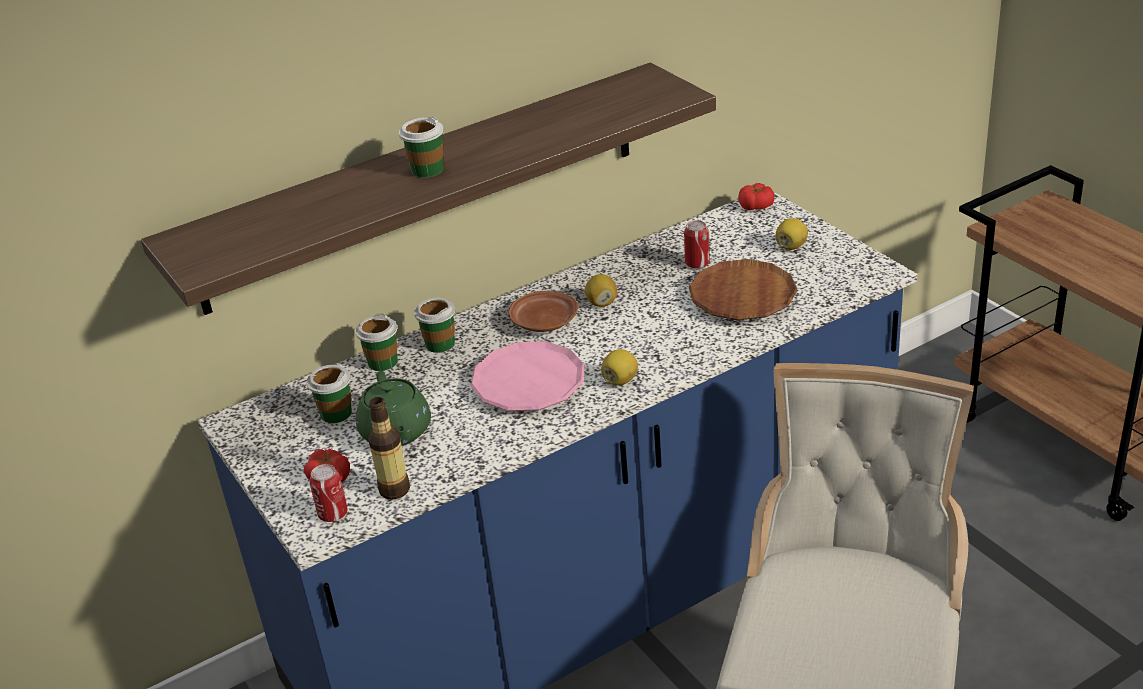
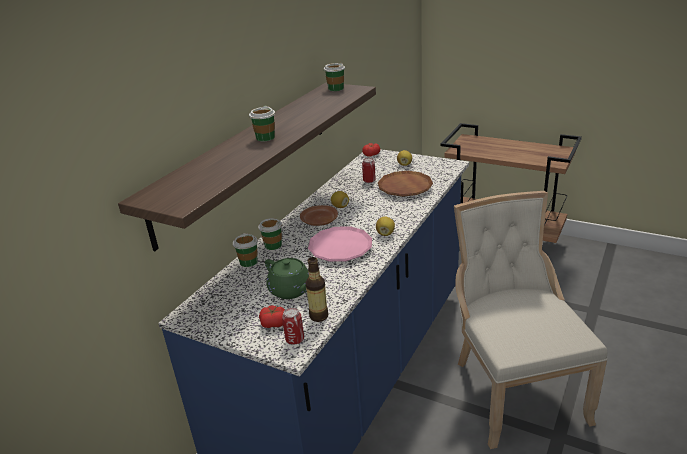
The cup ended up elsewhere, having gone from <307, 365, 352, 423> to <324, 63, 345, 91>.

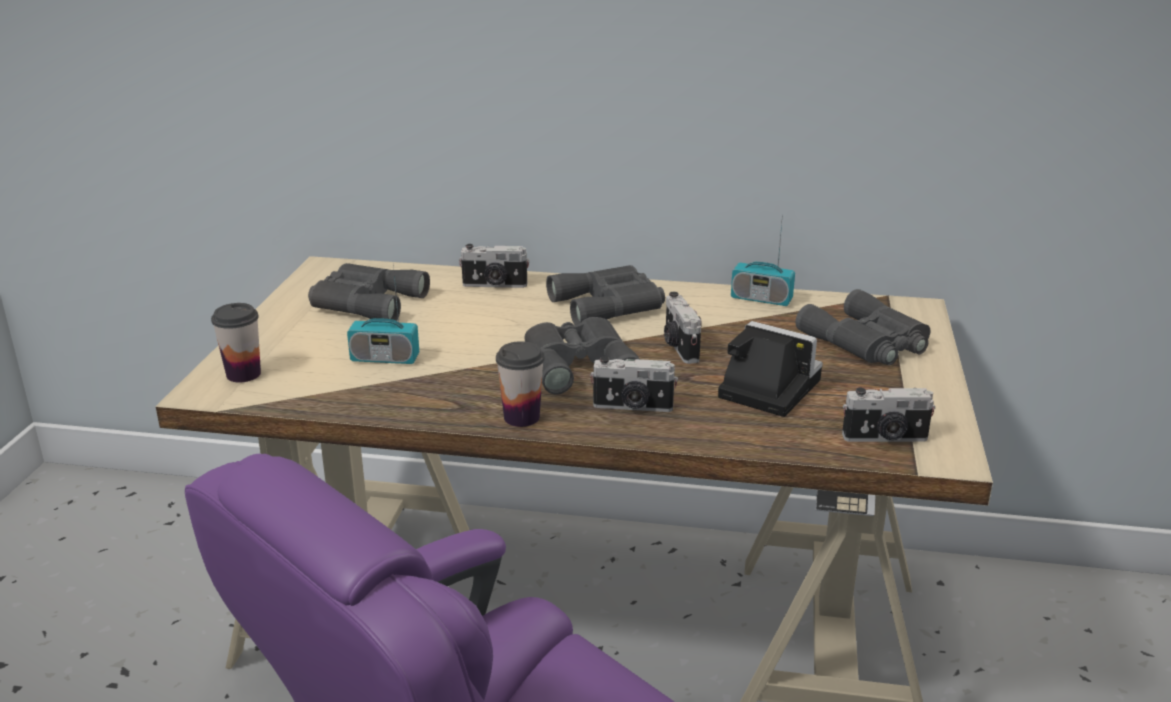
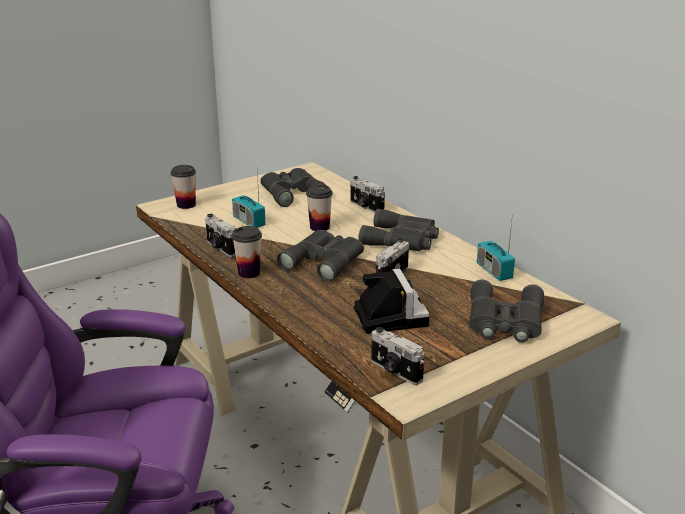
The photo camera ended up elsewhere, having gone from <590, 356, 678, 412> to <205, 214, 236, 257>. The second view gained the cup at <306, 185, 333, 231>.

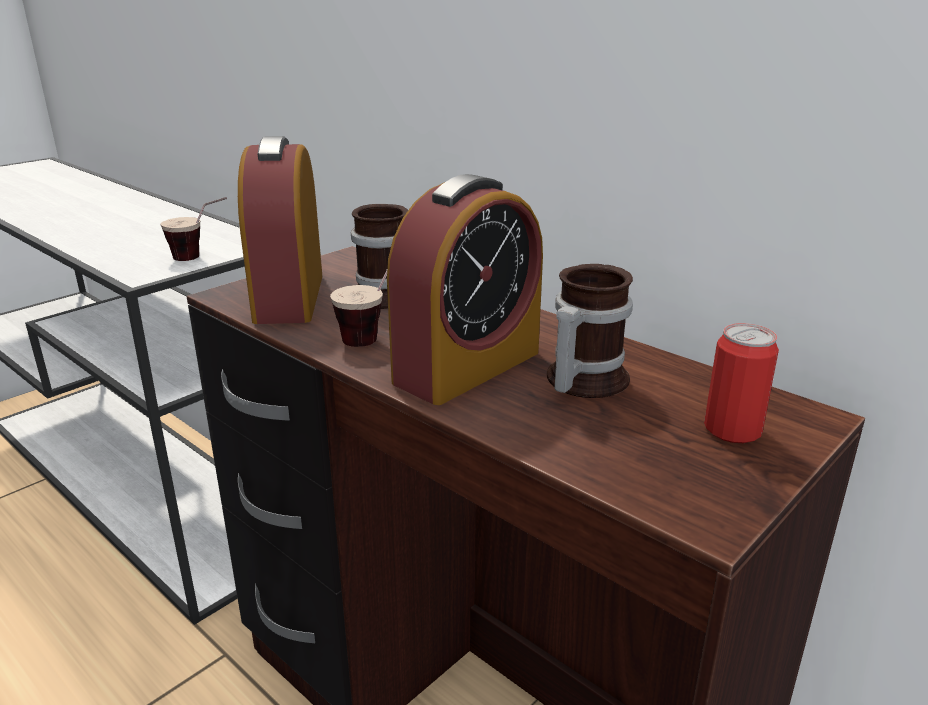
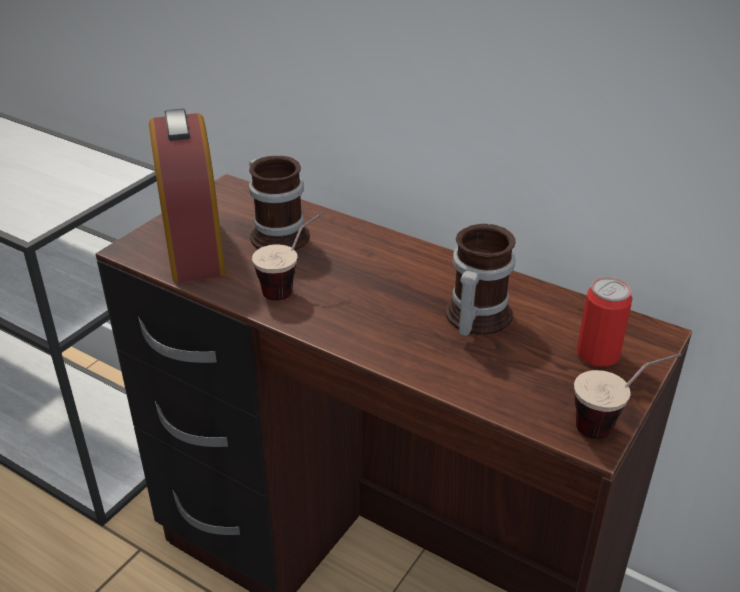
The second view lost the alarm clock at <387, 174, 543, 405>. The cup ended up elsewhere, having gone from <160, 197, 227, 261> to <574, 353, 681, 439>.

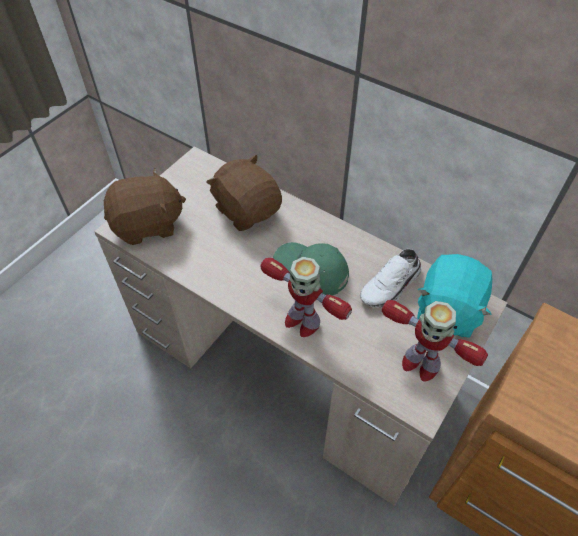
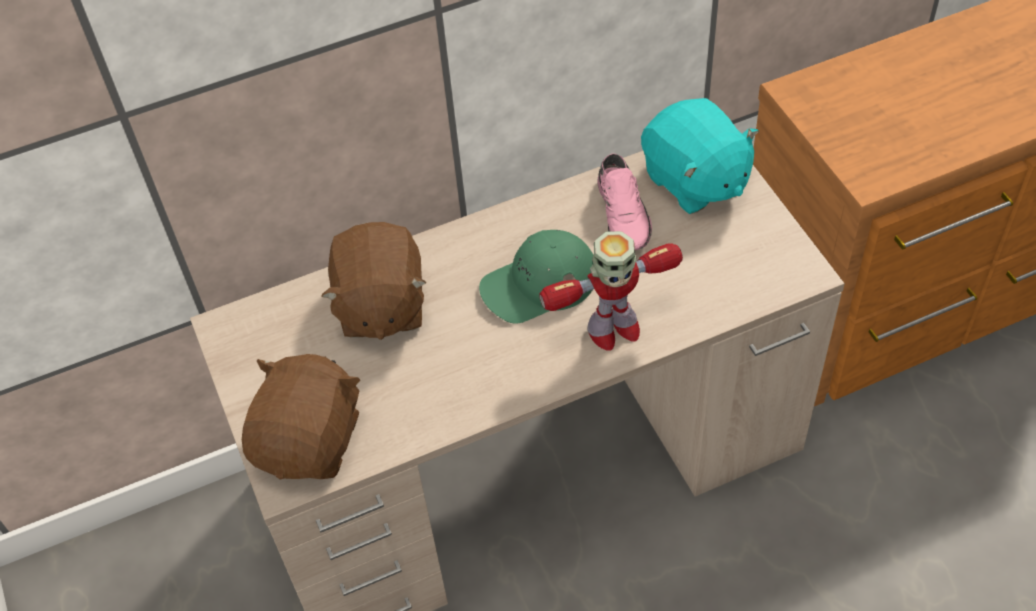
The brown plush toy at <206, 155, 282, 231> ended up facing another way, 90 degrees counterclockwise from before. What was the white shoe at <360, 249, 422, 308> turned into the pink shoe at <597, 154, 652, 250>. The second view lost the toy robot at <382, 300, 488, 382>.

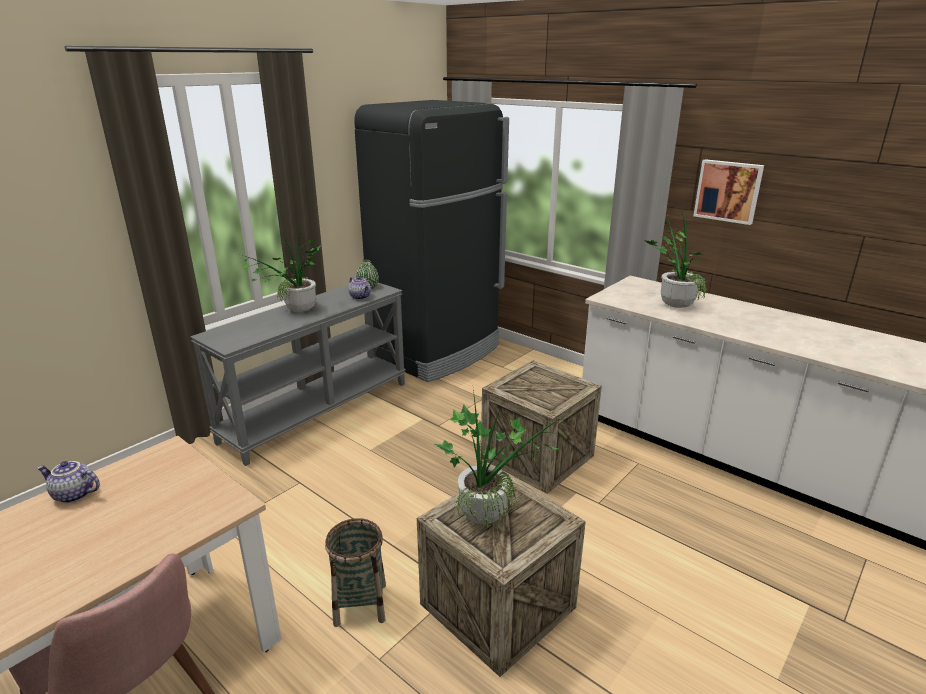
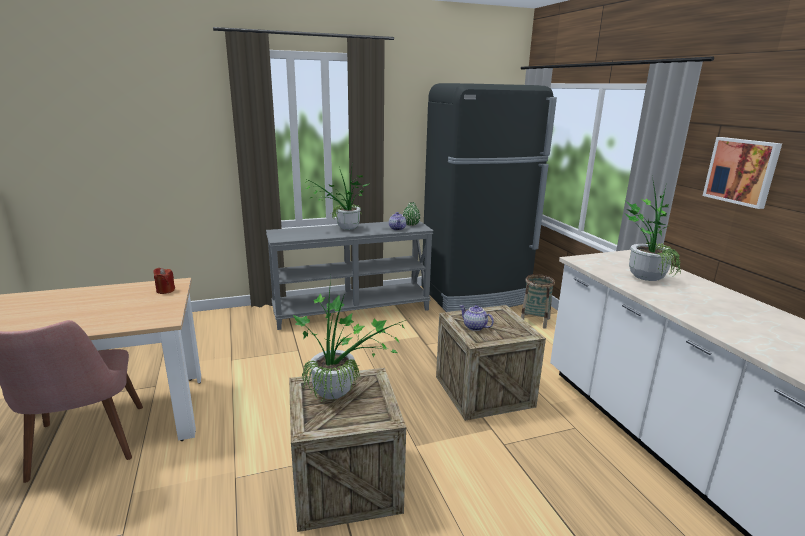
The teapot ended up elsewhere, having gone from <37, 461, 100, 503> to <460, 305, 494, 331>. The basket ended up elsewhere, having gone from <325, 518, 386, 627> to <521, 274, 555, 329>. The second view gained the red candle at <153, 268, 175, 294>.

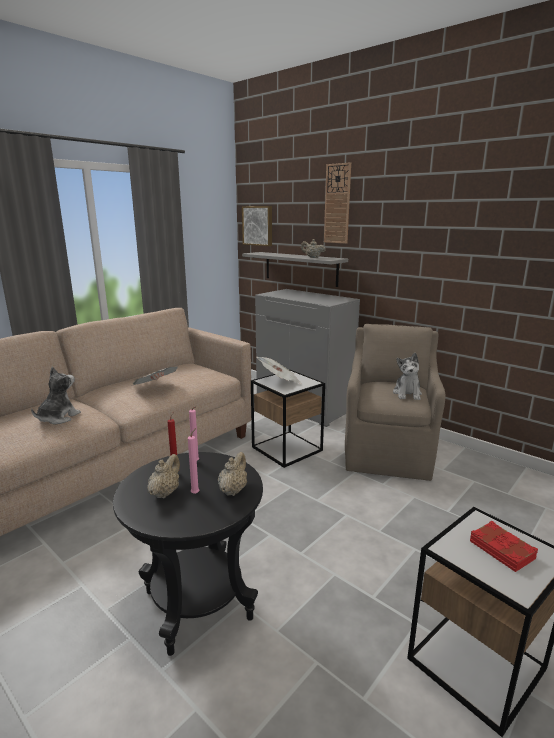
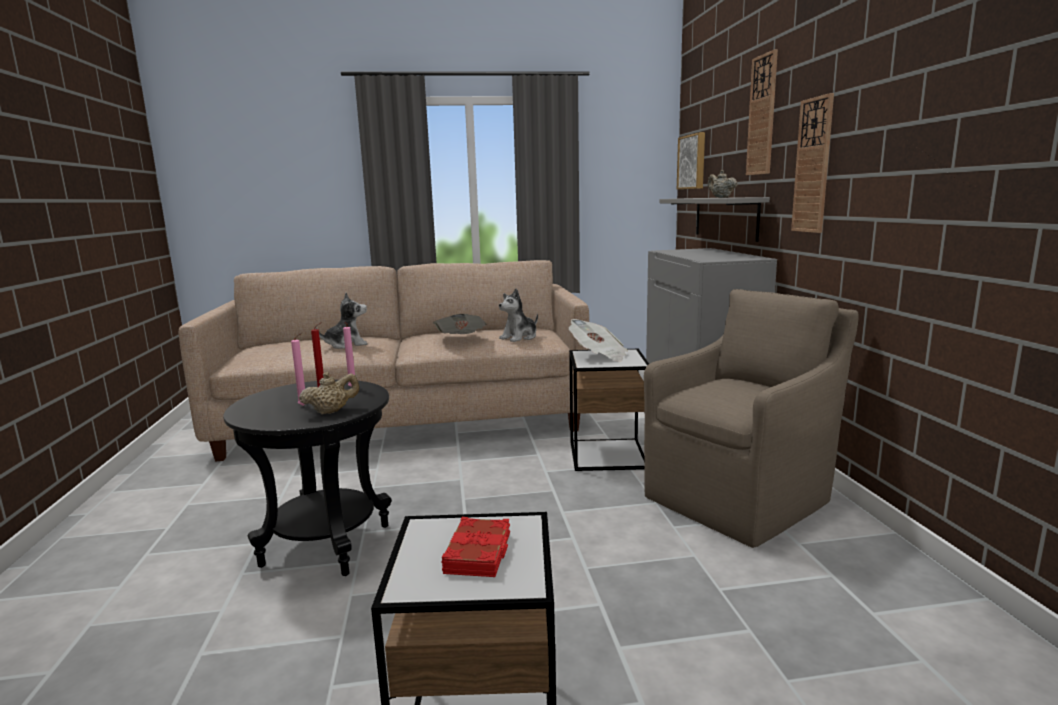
The plush toy ended up elsewhere, having gone from <393, 353, 422, 400> to <499, 288, 538, 342>. The second view lost the beige teapot at <147, 454, 180, 499>. The second view gained the wall clock at <791, 93, 834, 233>.

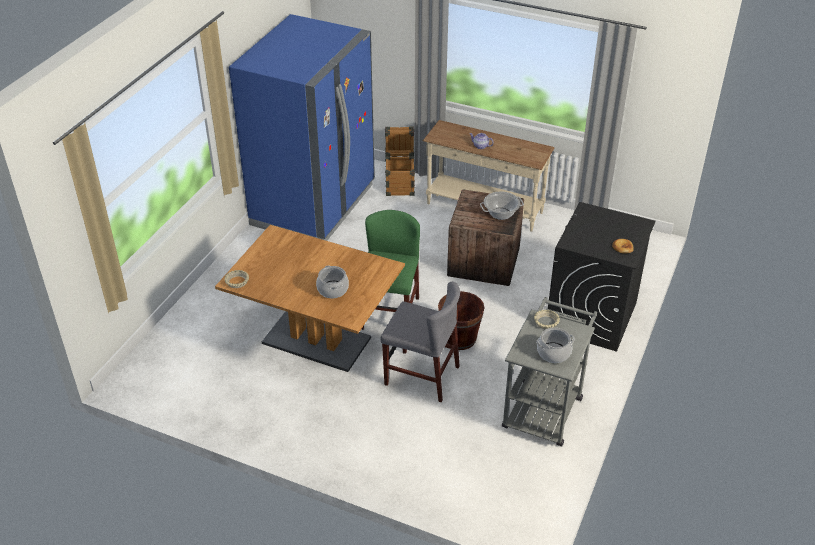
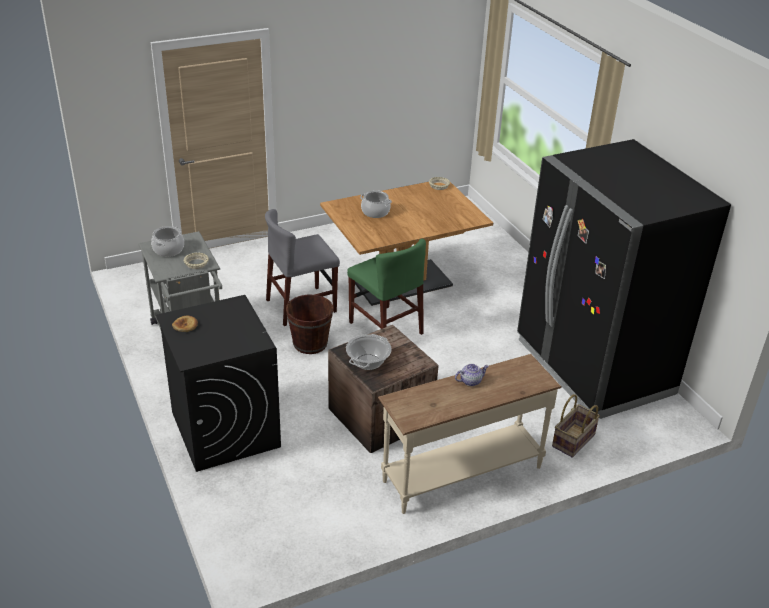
What was the blue fridge at <229, 14, 375, 241> turned into the black fridge at <517, 139, 731, 419>. Where the crate stood at <385, 127, 415, 196>, the basket came to stand at <552, 394, 600, 458>.

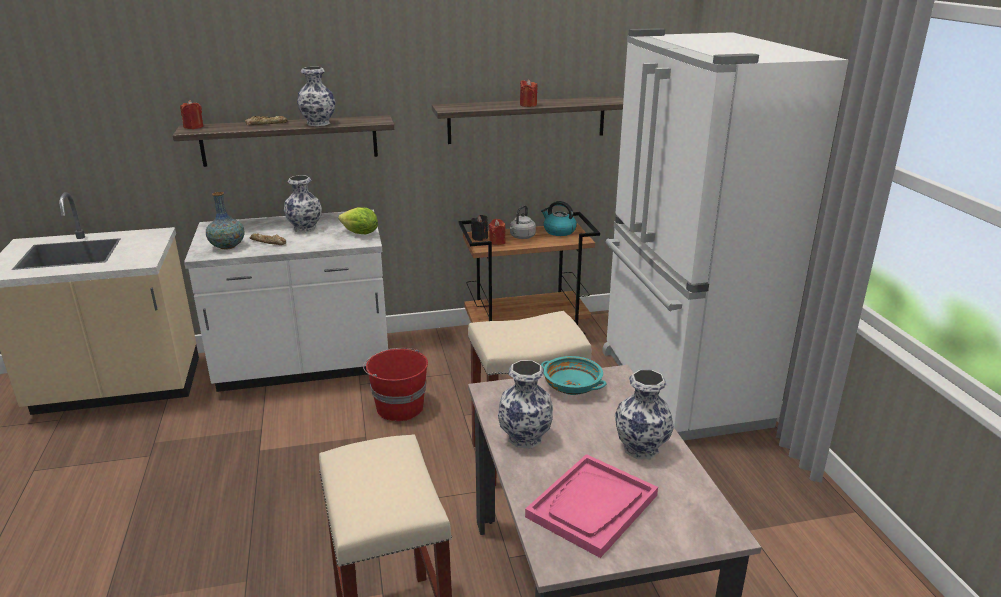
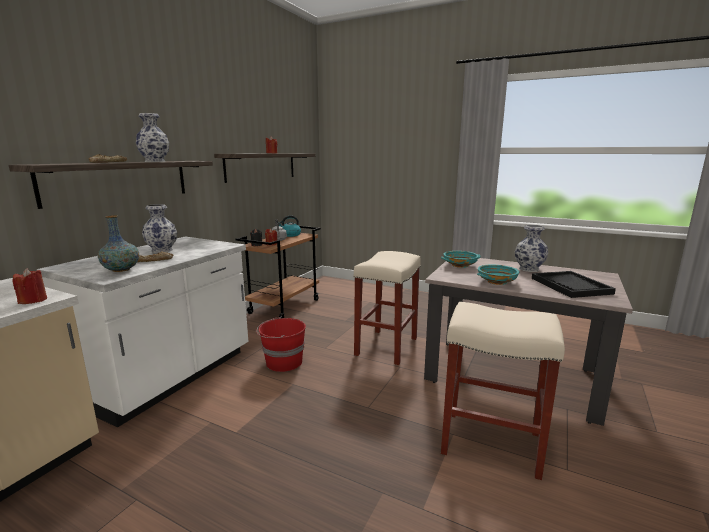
The second view lost the white fridge at <602, 28, 849, 441>. The red candle ended up elsewhere, having gone from <180, 100, 203, 129> to <13, 268, 47, 304>. The second view lost the lettuce at <338, 207, 378, 234>. Where the vase stood at <498, 360, 553, 448>, the turquoise bowl came to stand at <477, 265, 519, 285>. What was the pink tray at <525, 454, 658, 558> turned into the black tray at <532, 271, 616, 298>.

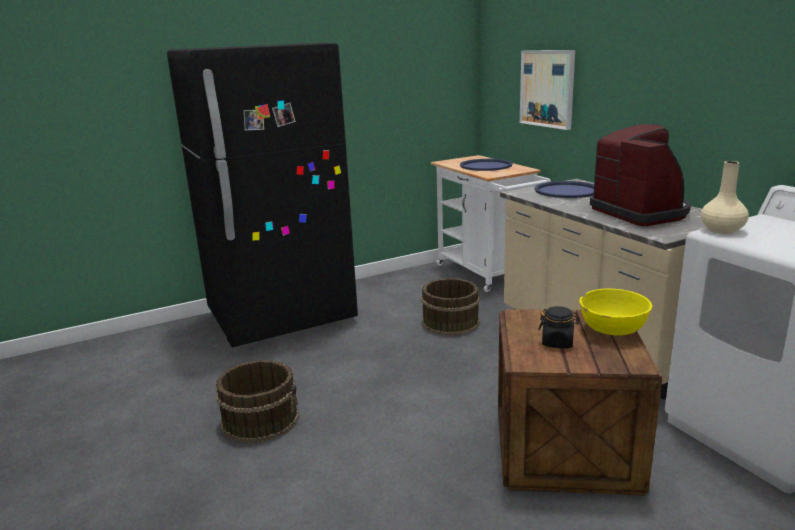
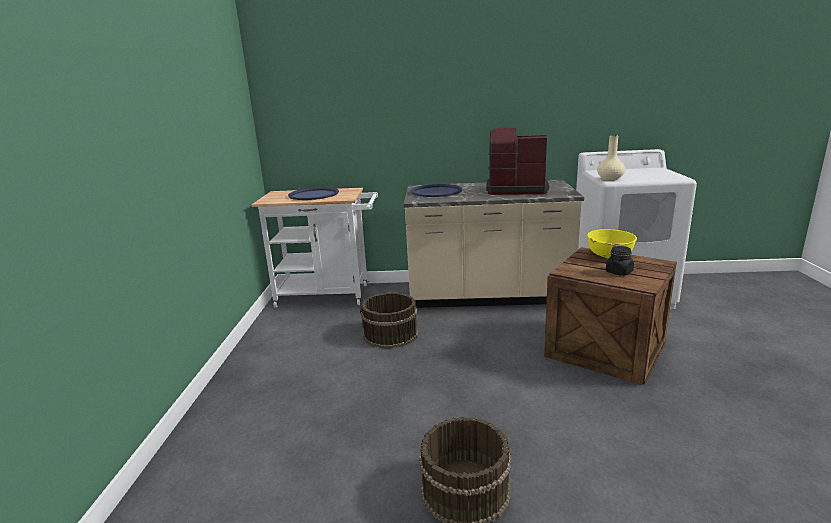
The second view lost the black fridge at <167, 43, 358, 347>. The second view lost the picture at <520, 50, 575, 130>.

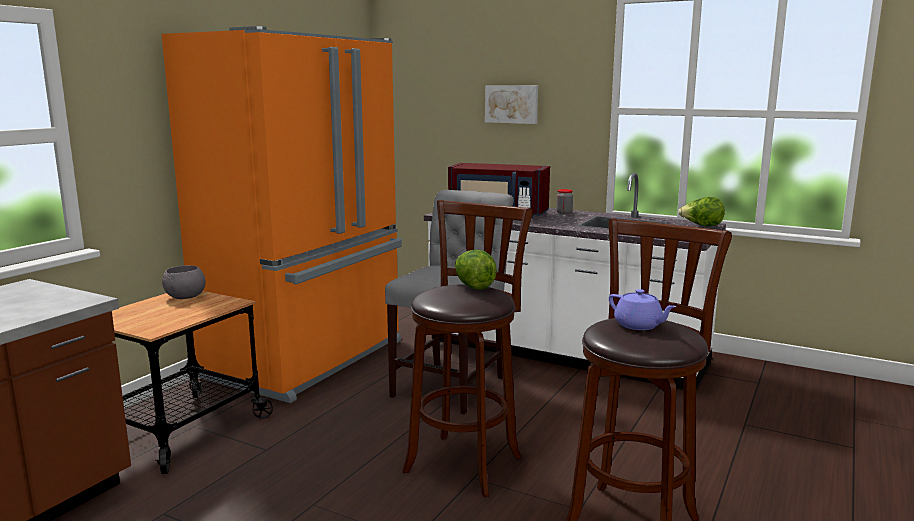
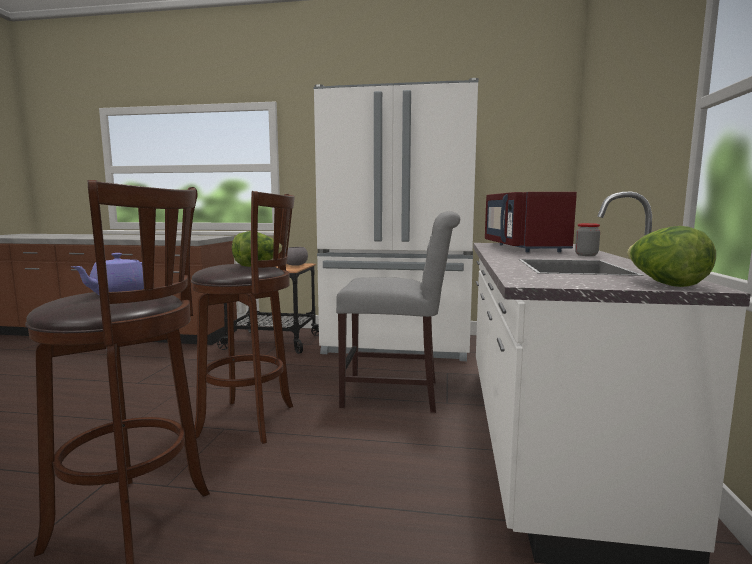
What was the orange fridge at <161, 26, 402, 403> turned into the white fridge at <314, 78, 479, 361>. The second view lost the picture at <485, 85, 538, 124>.

